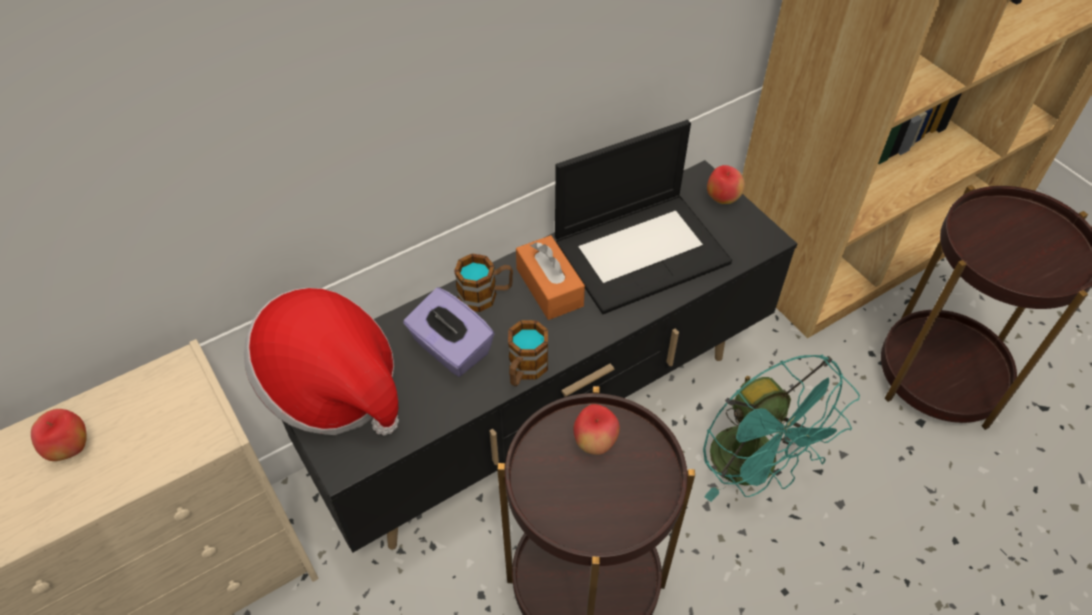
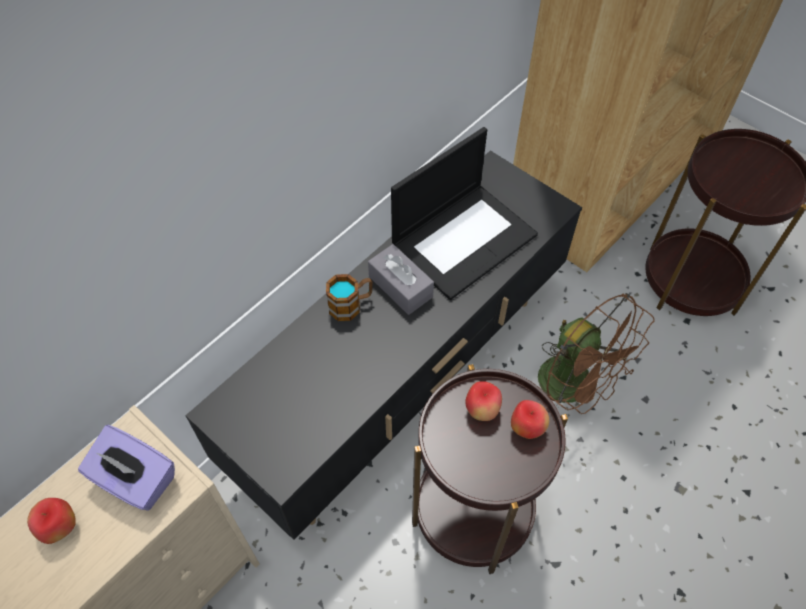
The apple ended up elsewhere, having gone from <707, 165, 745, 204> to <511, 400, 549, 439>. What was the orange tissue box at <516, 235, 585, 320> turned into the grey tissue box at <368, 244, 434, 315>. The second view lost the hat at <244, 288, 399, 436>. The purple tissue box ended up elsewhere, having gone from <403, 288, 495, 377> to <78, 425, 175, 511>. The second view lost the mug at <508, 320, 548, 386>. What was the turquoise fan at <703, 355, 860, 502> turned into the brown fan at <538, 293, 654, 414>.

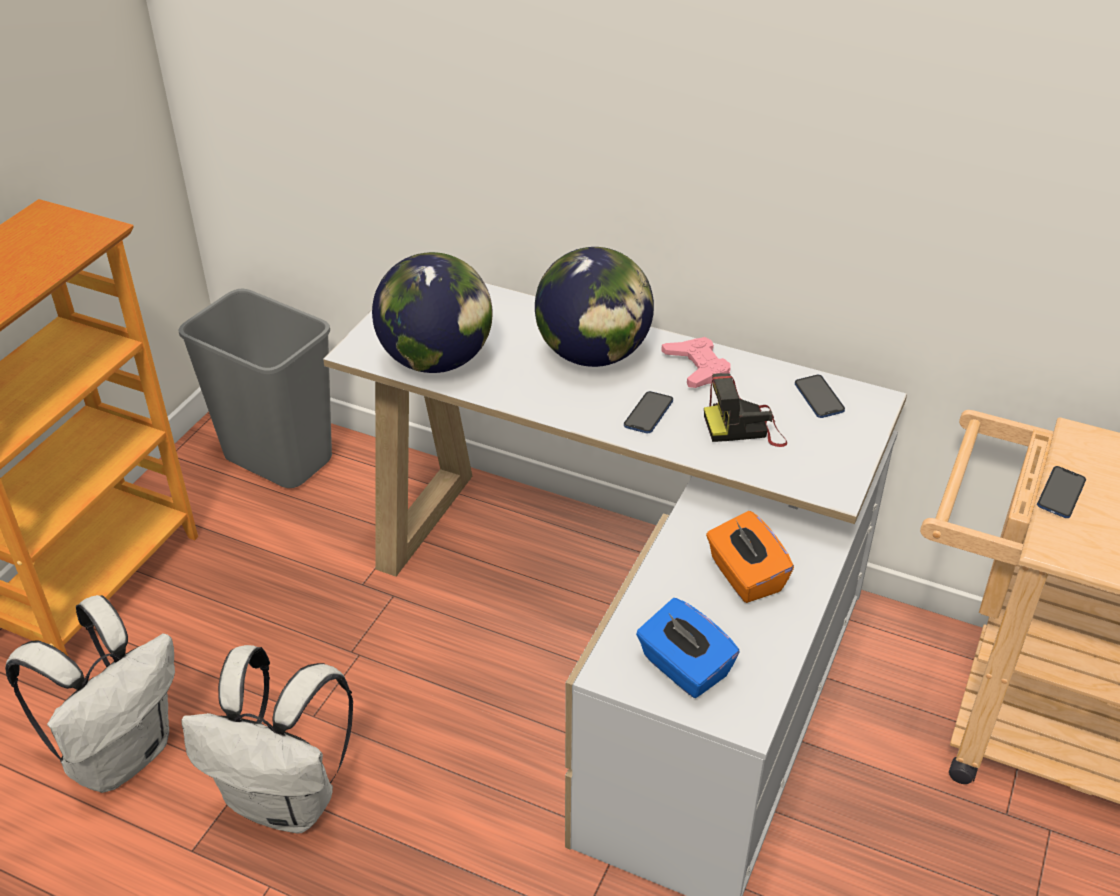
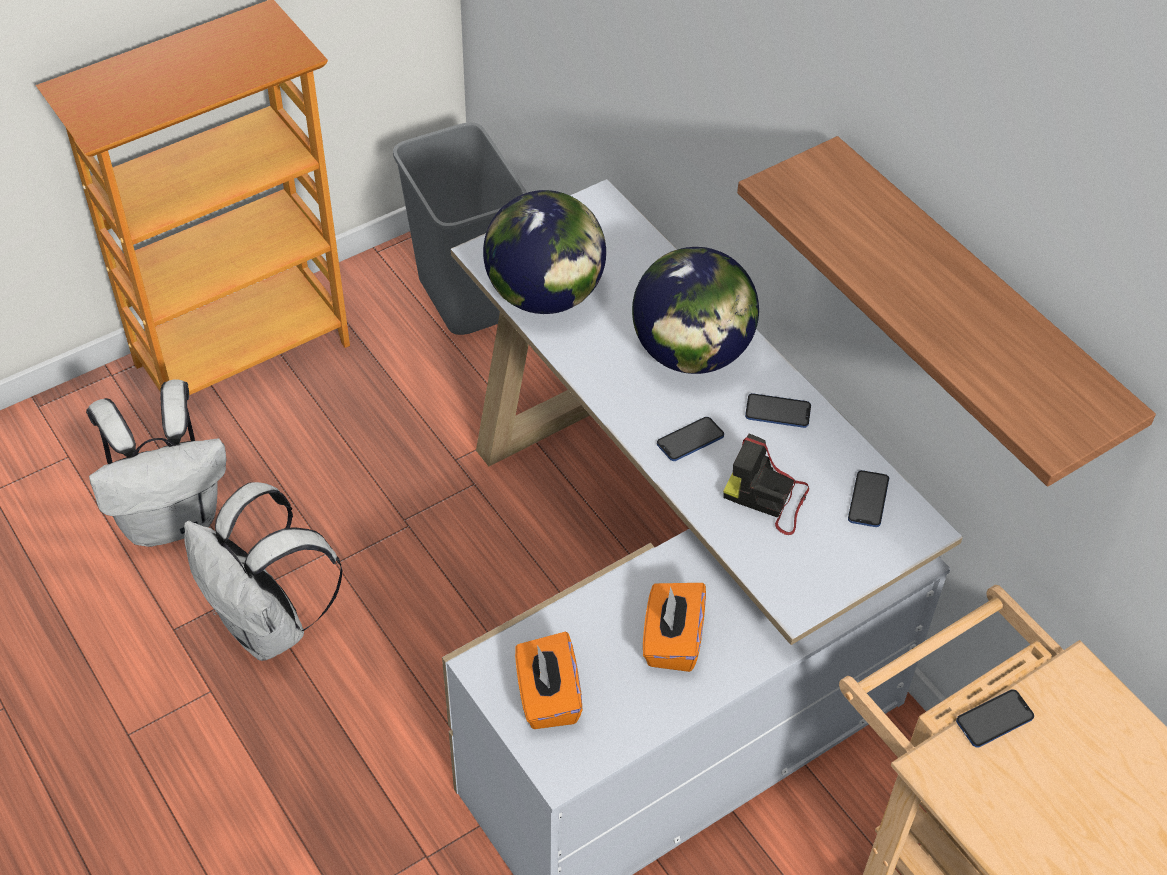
Where the pink game controller stood at <661, 337, 731, 388>, the phone came to stand at <745, 393, 811, 428>. What was the blue tissue box at <636, 598, 740, 698> turned into the orange tissue box at <515, 632, 582, 729>. The second view gained the shelf at <737, 136, 1156, 487>.

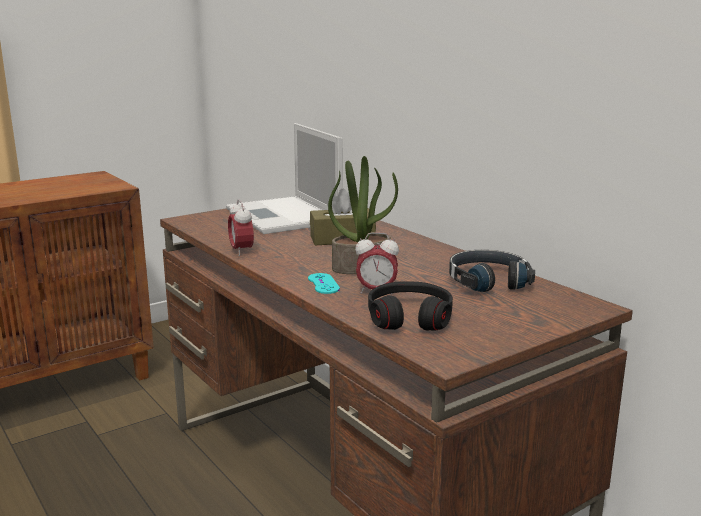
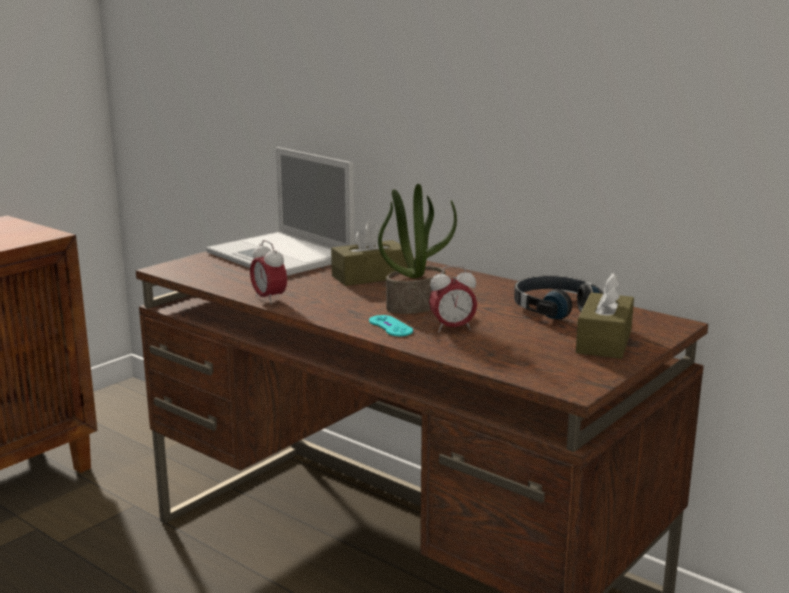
The second view lost the black headphones at <368, 281, 453, 330>. The second view gained the brown tissue box at <576, 273, 634, 359>.

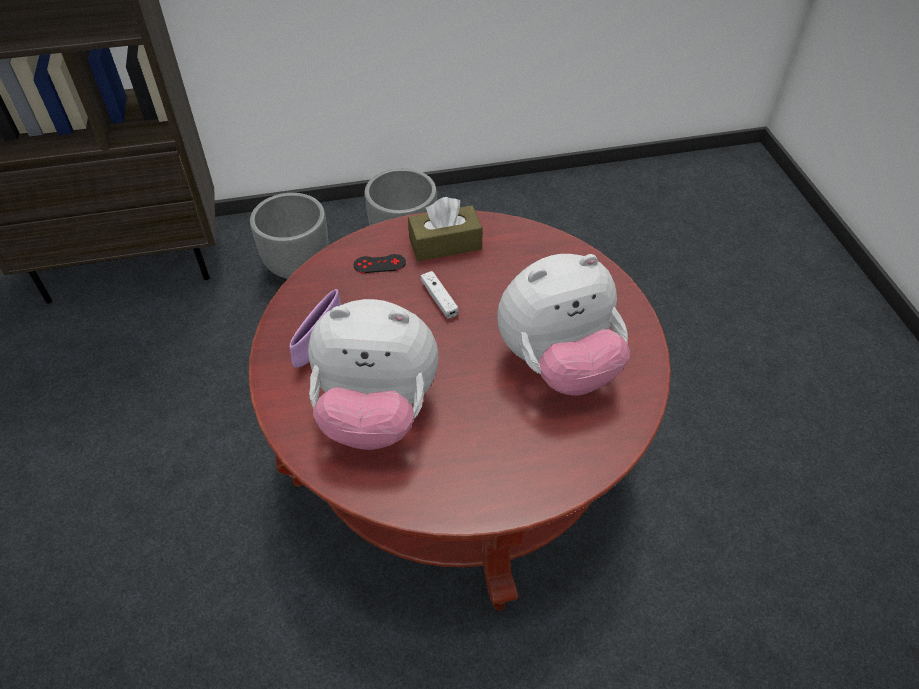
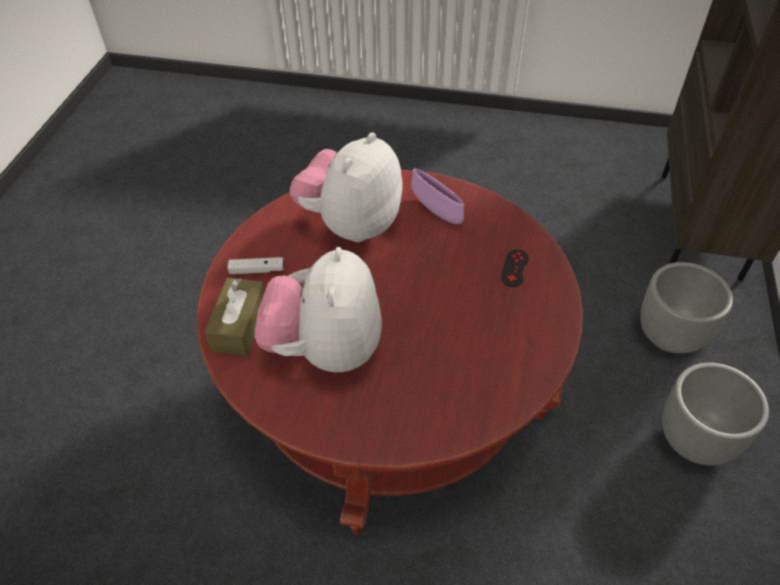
The brown tissue box ended up elsewhere, having gone from <408, 197, 483, 261> to <204, 278, 265, 356>. The white game controller ended up elsewhere, having gone from <421, 271, 459, 318> to <228, 257, 284, 274>.

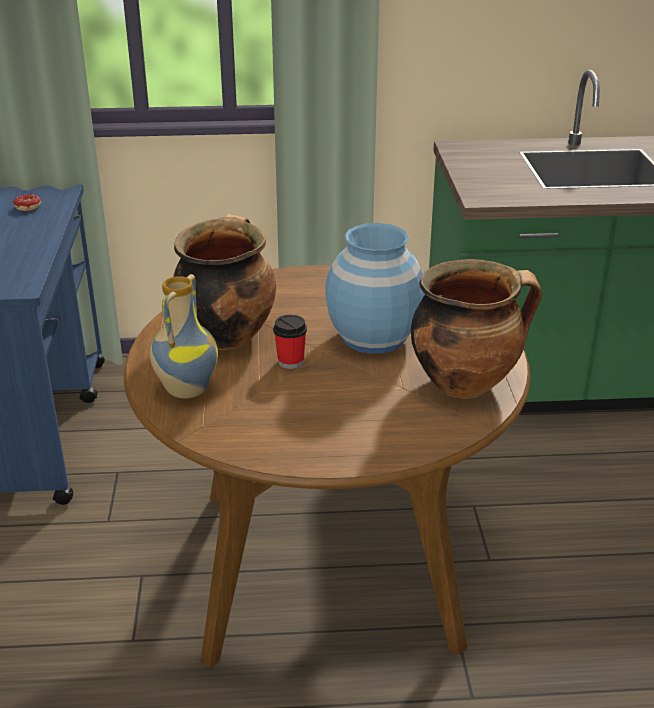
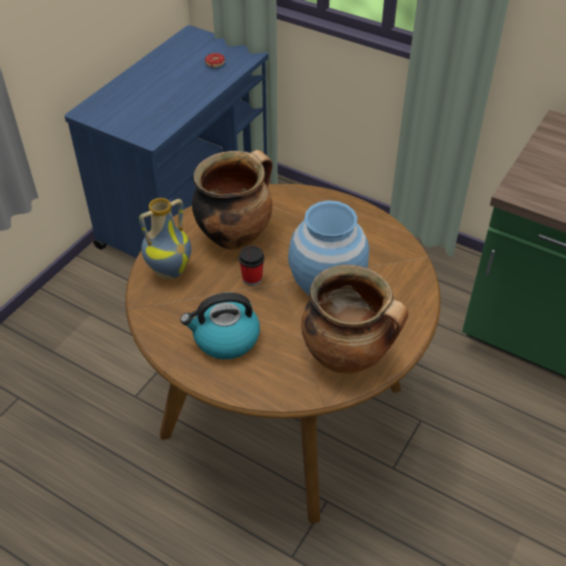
The second view gained the kettle at <180, 292, 260, 359>.

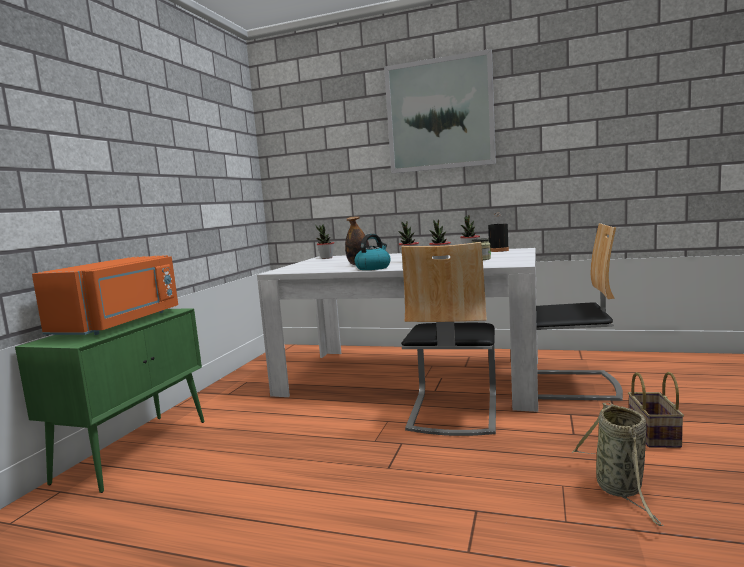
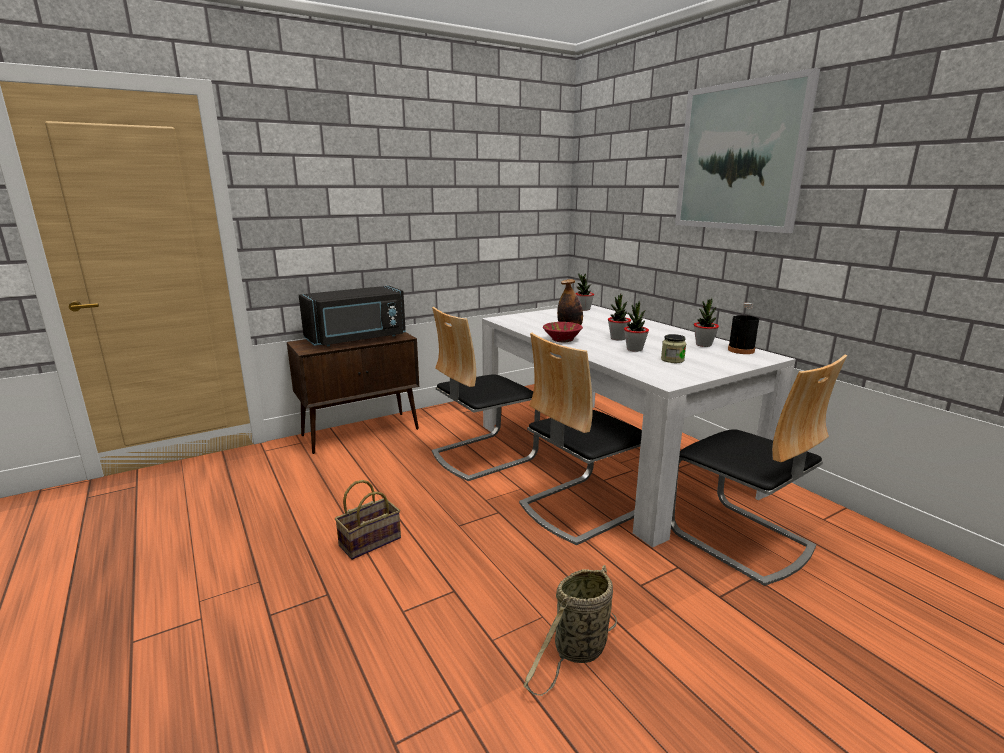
Where the kettle stood at <355, 234, 391, 270>, the red bowl came to stand at <543, 322, 583, 342>. What was the orange microwave at <32, 255, 178, 335> turned into the black microwave at <299, 286, 406, 346>. What was the green cabinet at <15, 309, 204, 493> turned into the brown cabinet at <287, 332, 419, 454>. The basket ended up elsewhere, having gone from <628, 372, 684, 448> to <335, 480, 401, 560>. The second view gained the chair at <432, 307, 540, 481>.

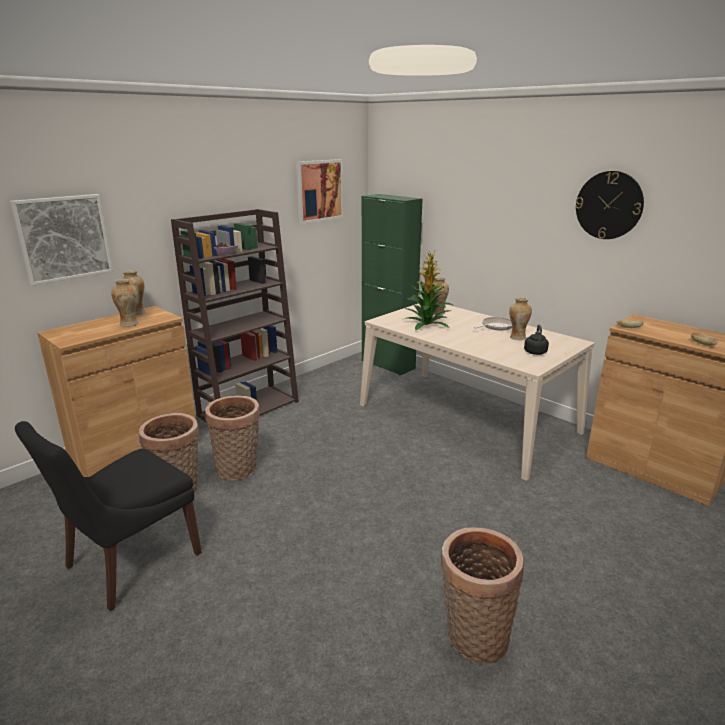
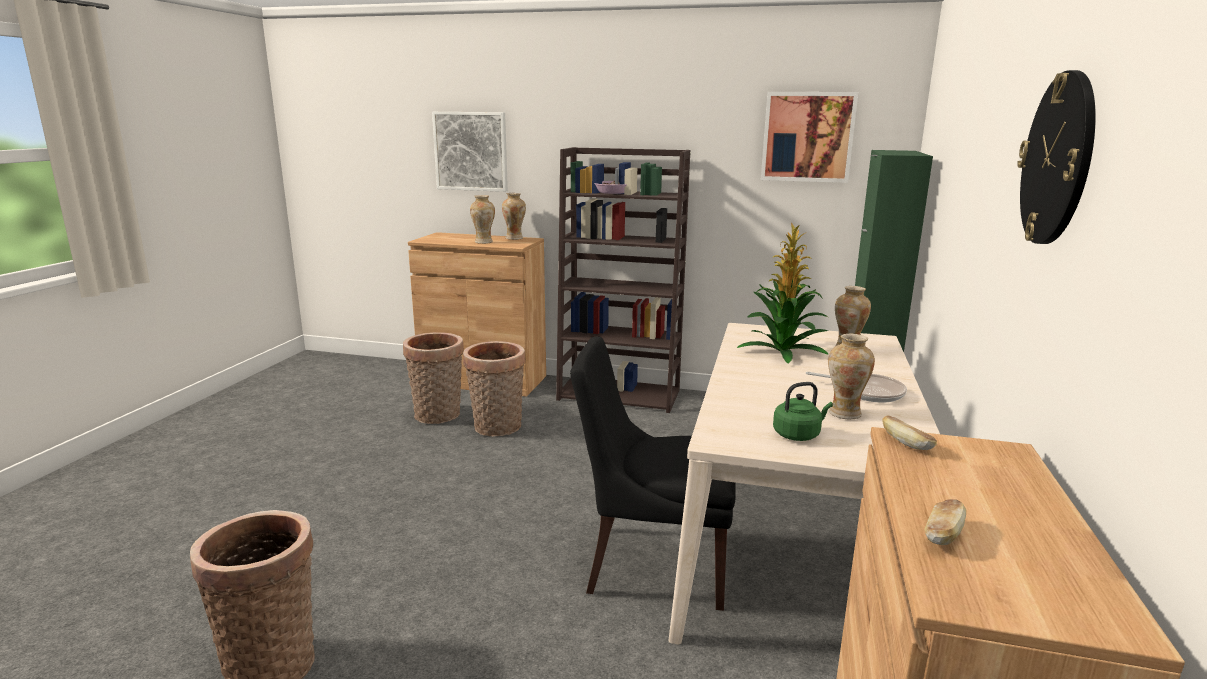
What was the black kettle at <524, 324, 549, 355> turned into the green kettle at <773, 382, 833, 441>. The black chair ended up elsewhere, having gone from <15, 421, 202, 611> to <570, 336, 736, 611>.

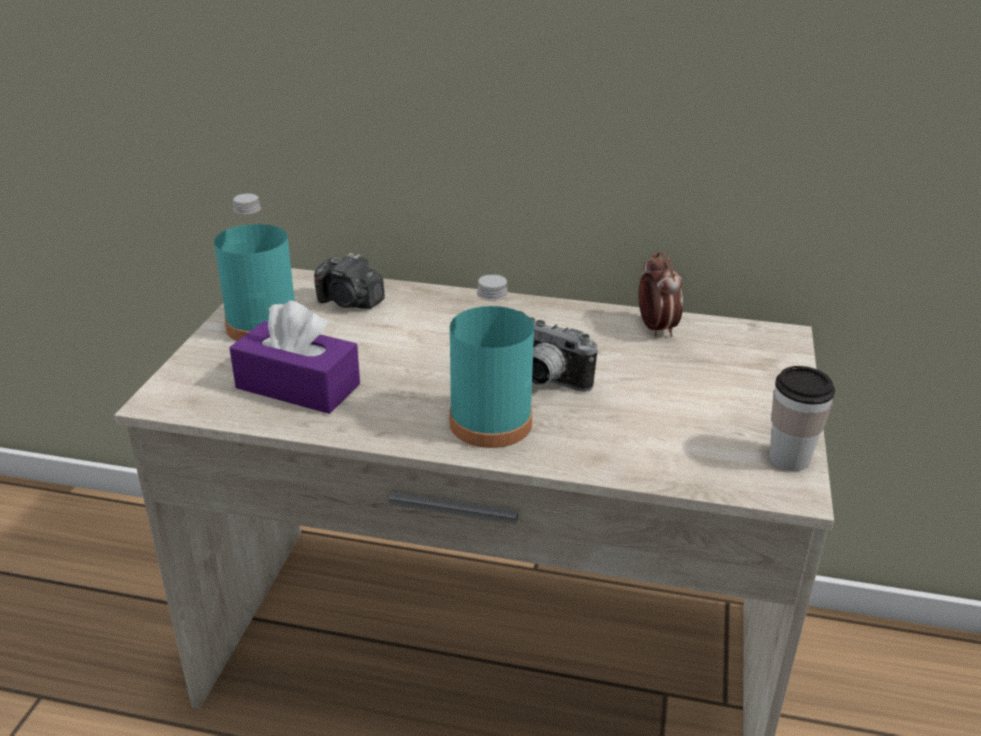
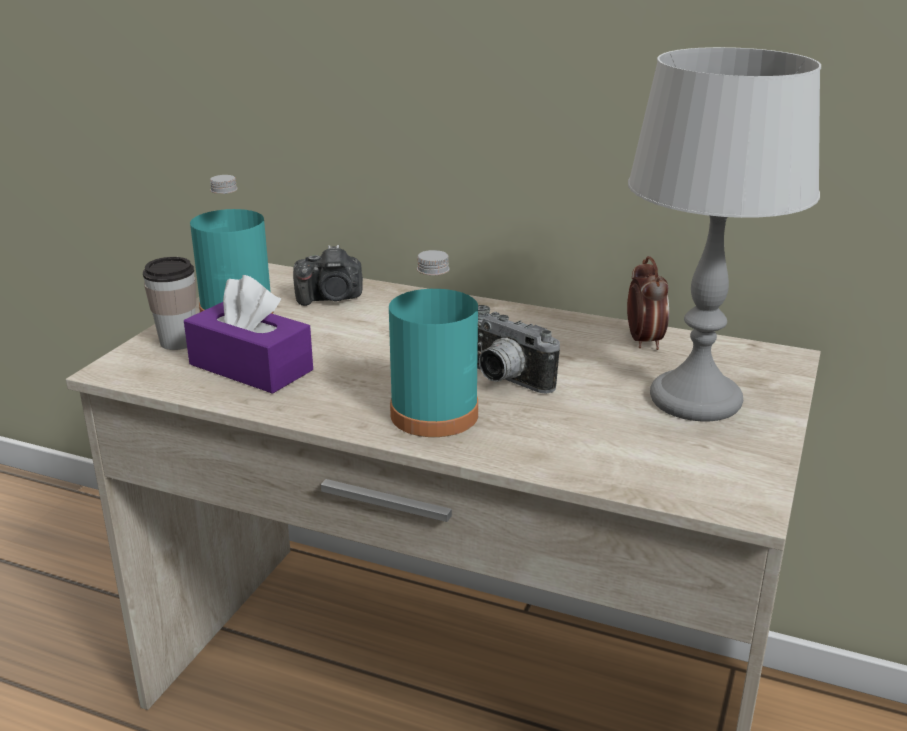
The photo camera at <314, 253, 385, 309> ended up facing another way, 45 degrees counterclockwise from before. The cup ended up elsewhere, having gone from <769, 366, 835, 471> to <143, 257, 196, 350>. The second view gained the grey table lamp at <628, 47, 821, 421>.

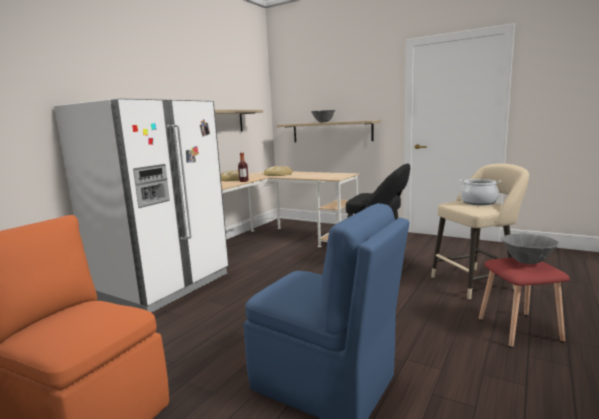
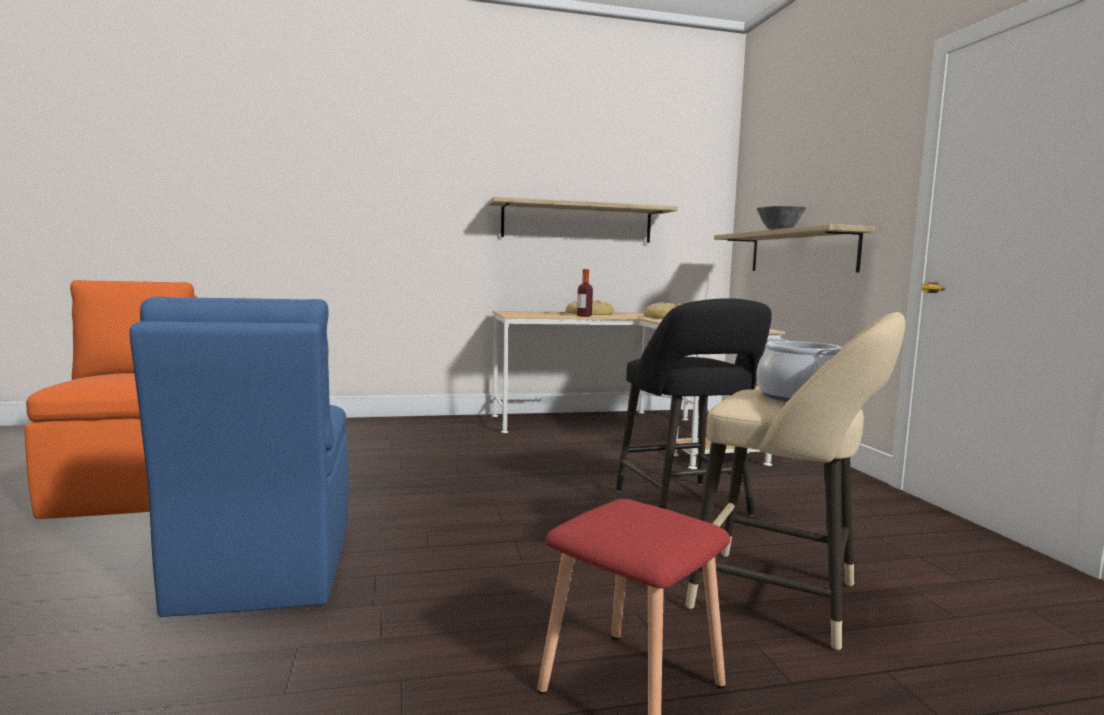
The second view lost the white fridge at <54, 98, 229, 313>. The second view lost the grey bowl at <501, 233, 559, 264>.

